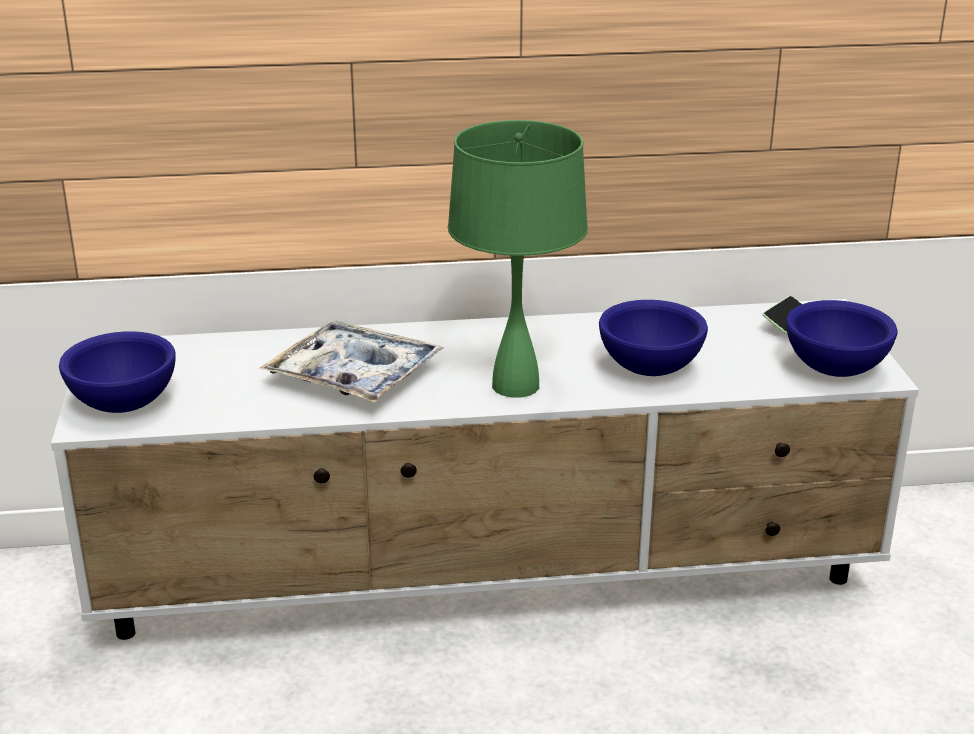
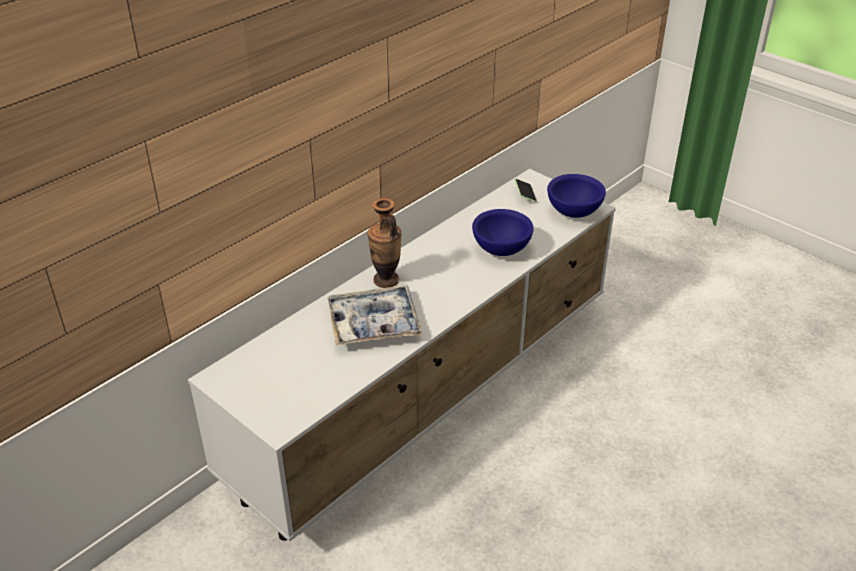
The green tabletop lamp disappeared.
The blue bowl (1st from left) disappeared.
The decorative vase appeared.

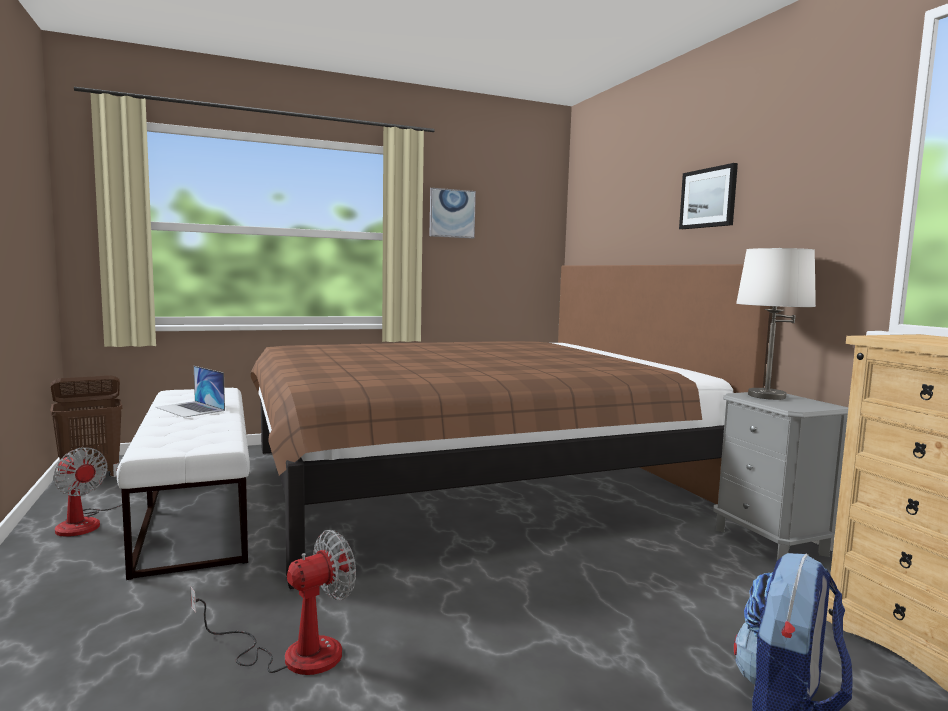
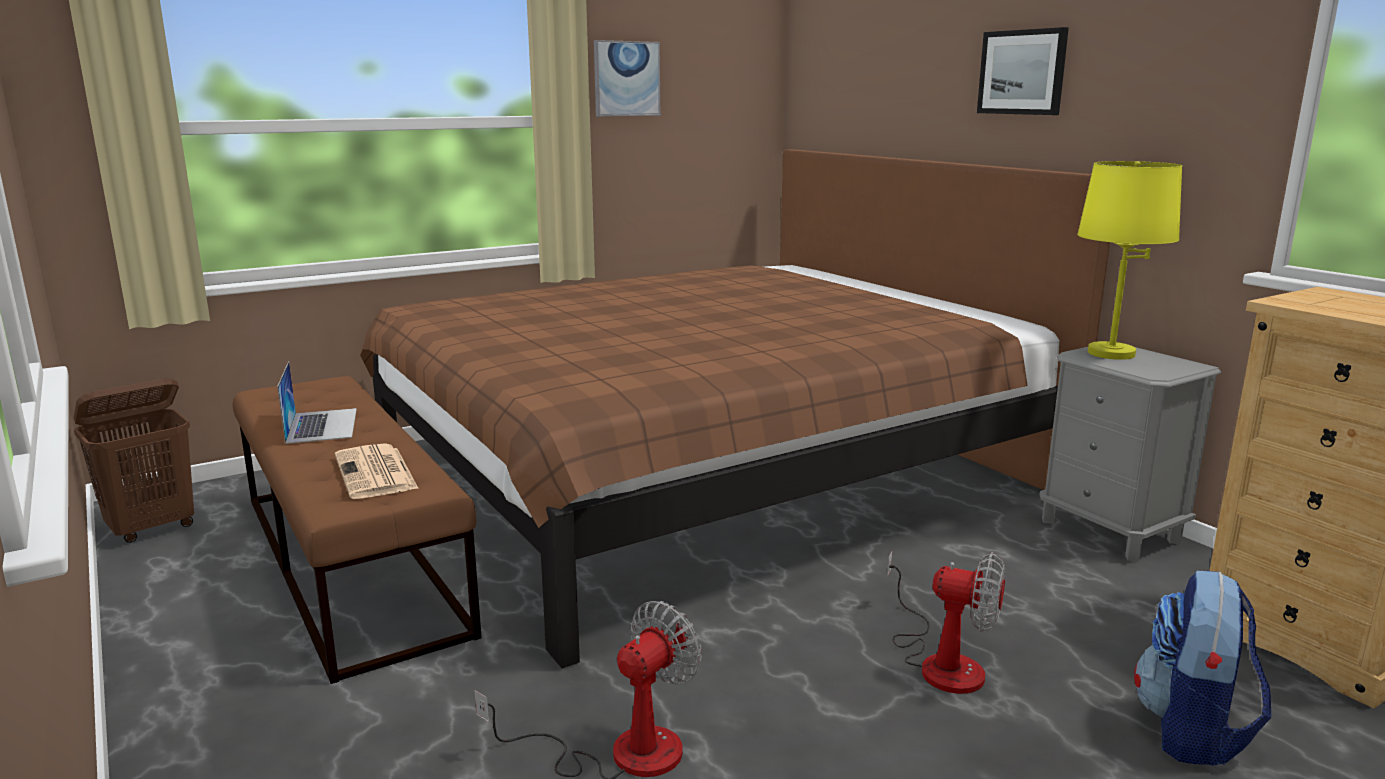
The white-coloured tabletop lamp became the yellow tabletop lamp.
The laptop turned 135 degrees counterclockwise.
The white-coloured indoor bench became the brownish indoor bench.
The cooling fan (1st from left in the first image) moved.
The daily paper appeared.

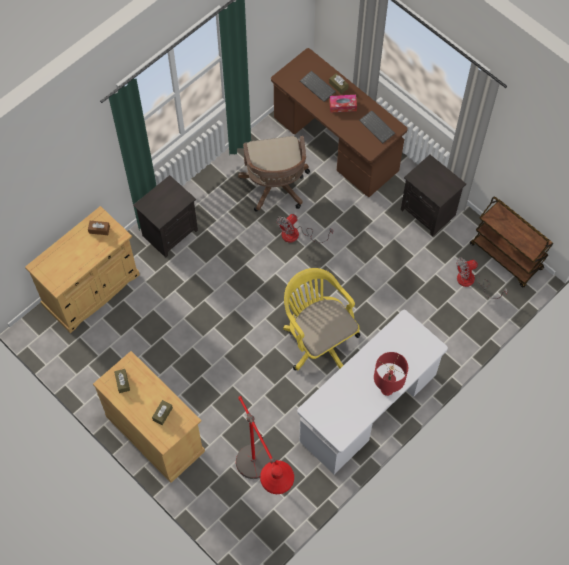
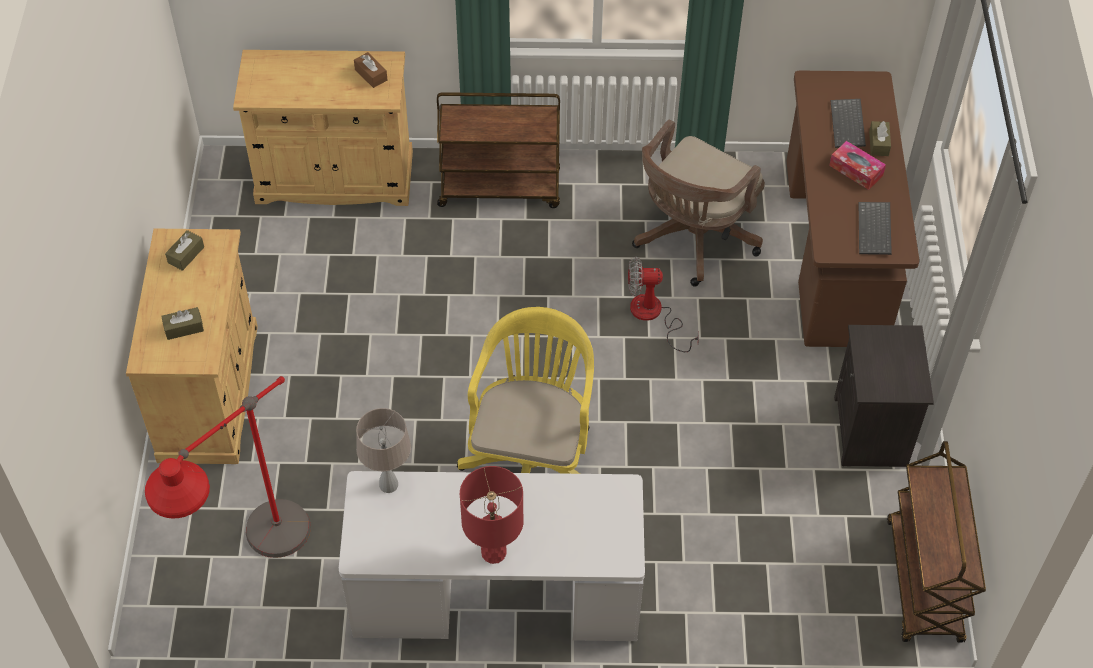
The black-coloured night table (1st from left) was replaced by the brownish trolley (1st from left).
The cooling fan (2nd from left) disappeared.
The beige-coloured tabletop lamp appeared.

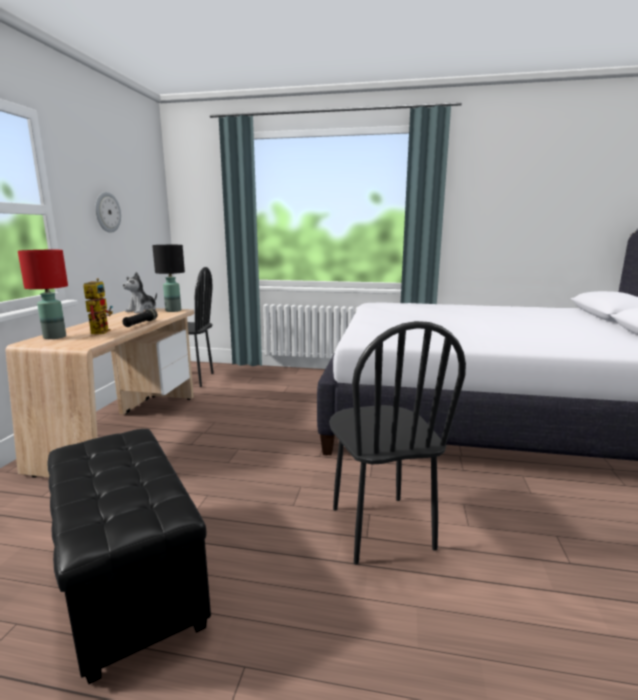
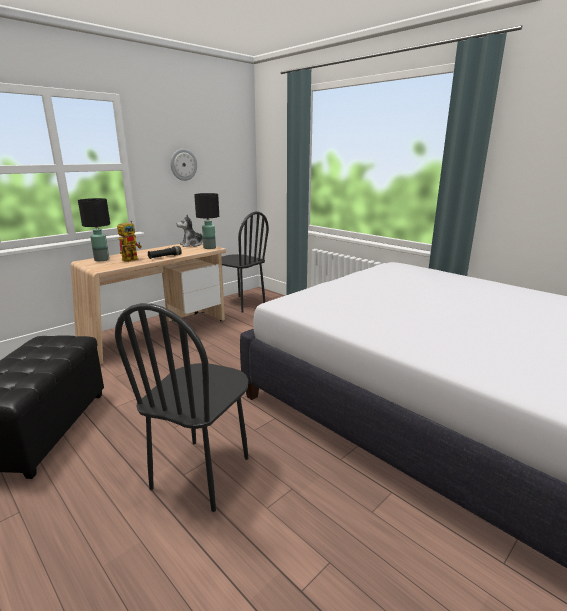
The red-coloured tabletop lamp became the black-coloured tabletop lamp (1st from left).

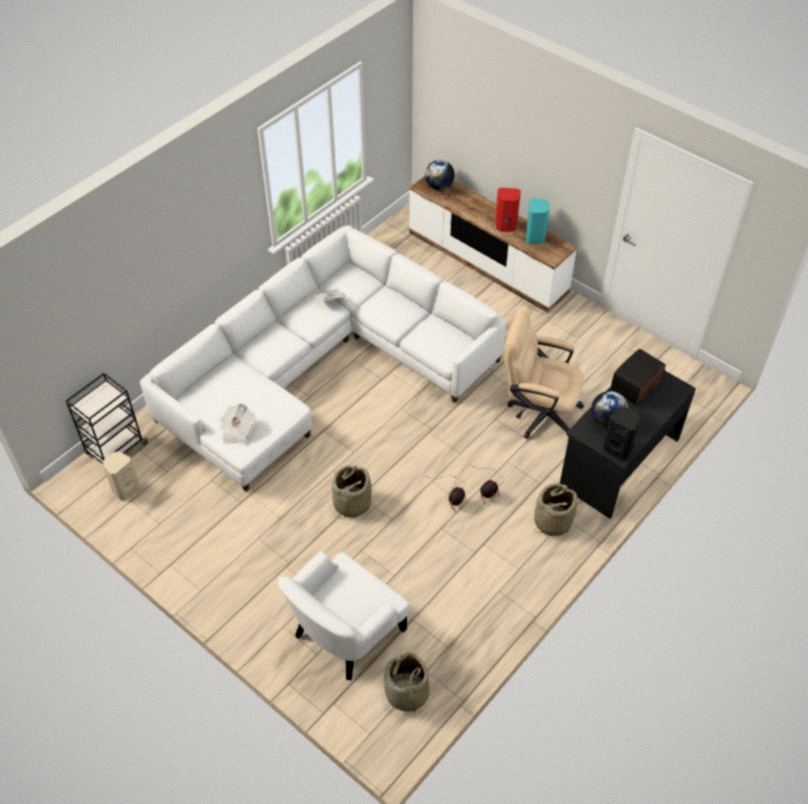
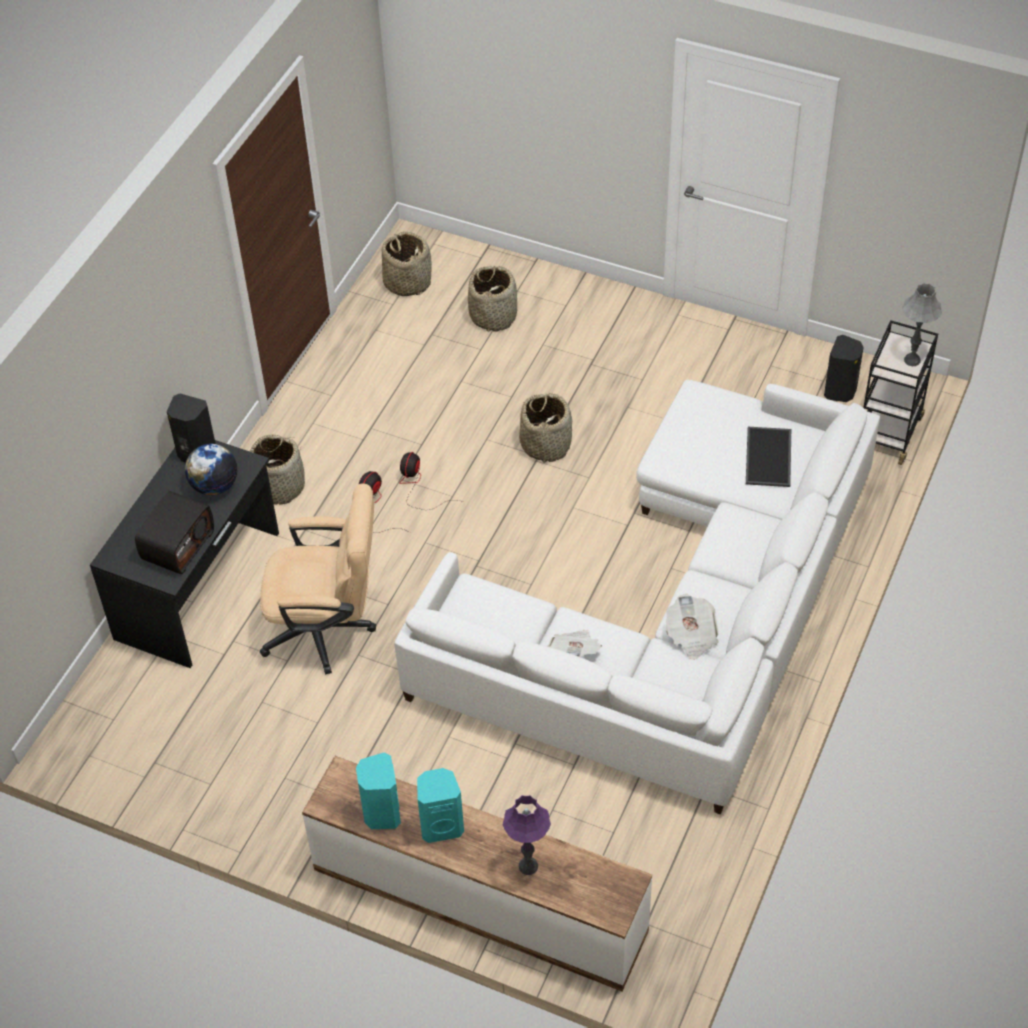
The world globe (1st from left) disappeared.
The red-coloured speaker became the blue-green speaker (2nd from left).
The daily paper (1st from left) moved.
The beige-coloured speaker became the black-coloured speaker (2nd from left).
The white-coloured armchair was replaced by the household basket (3rd from left).
The greyish tabletop lamp appeared.
The carrying tray appeared.
The purple-coloured tabletop lamp appeared.

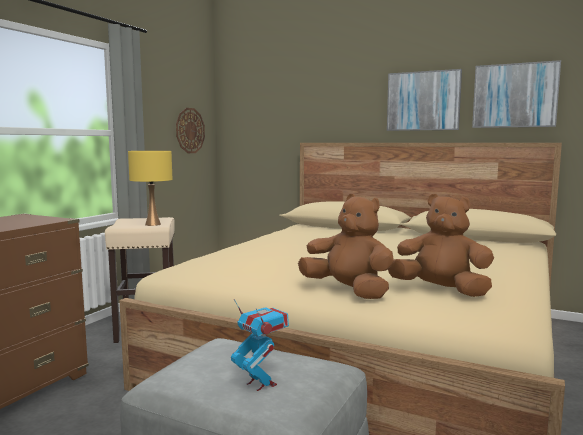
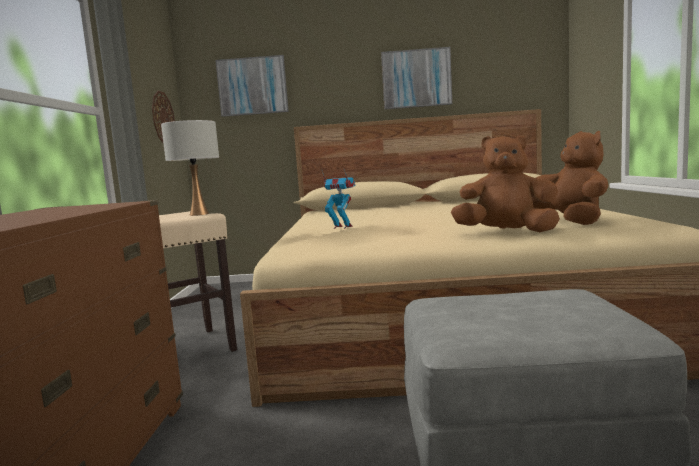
The wall picture (2nd from left in the first image) moved.
The yellow tabletop lamp became the white-coloured tabletop lamp.
The brownish soft toy (2nd from left) turned 75 degrees clockwise.
The model robot moved.

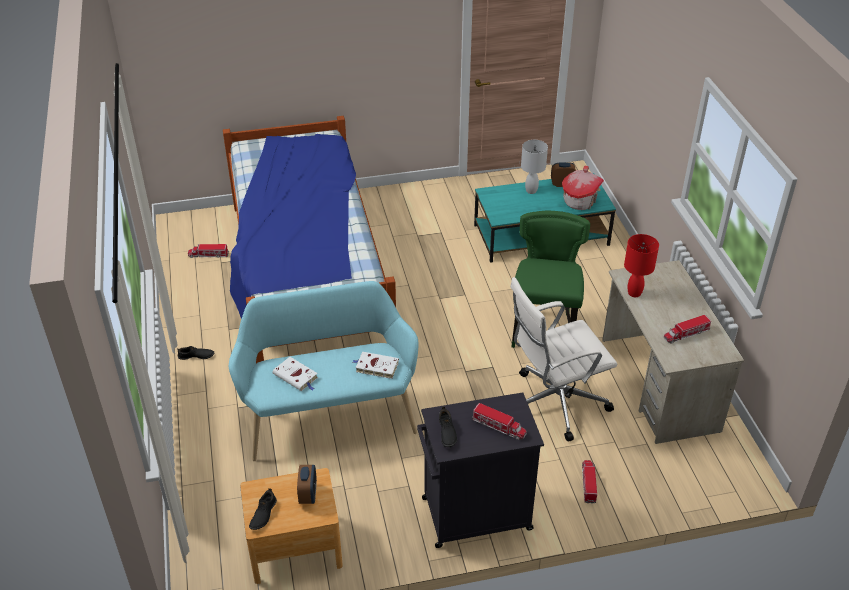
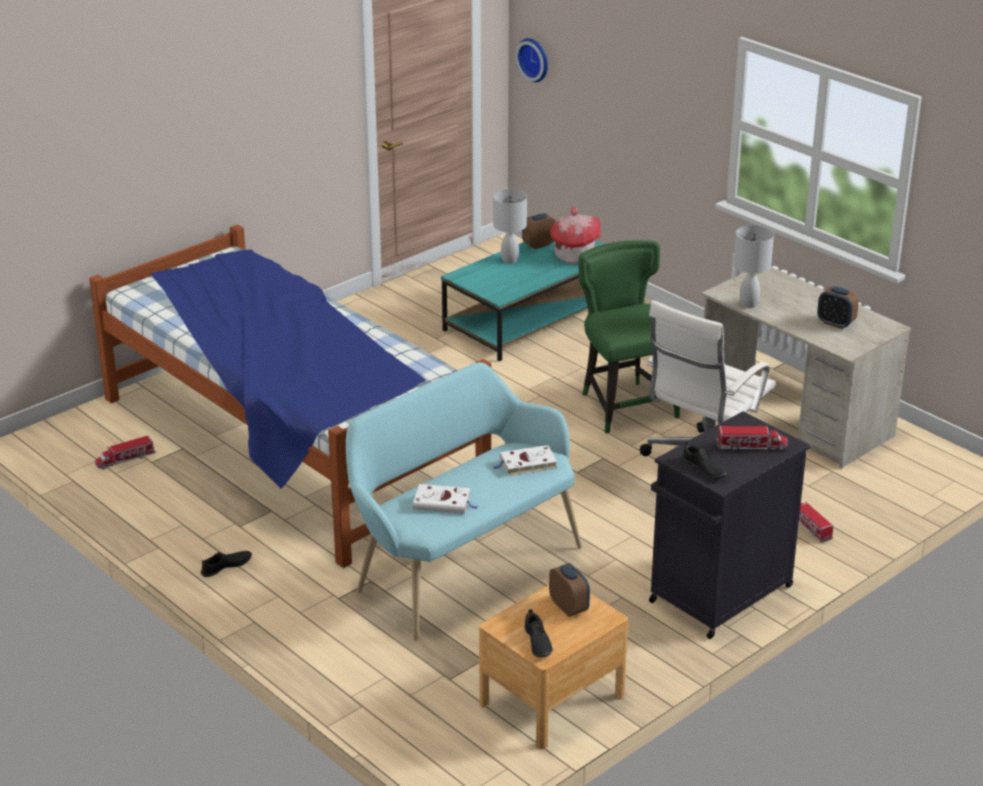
The red-coloured tabletop lamp became the white-coloured tabletop lamp (2nd from left).
The model truck (4th from left) was replaced by the bedside clock (3rd from left).
The clock on the wall appeared.

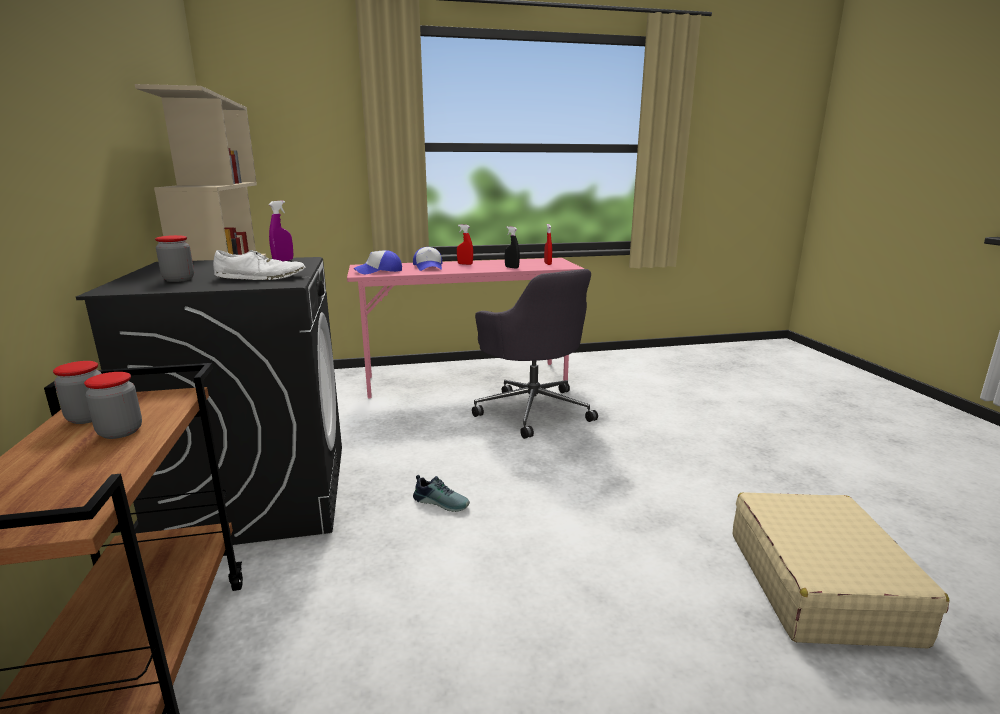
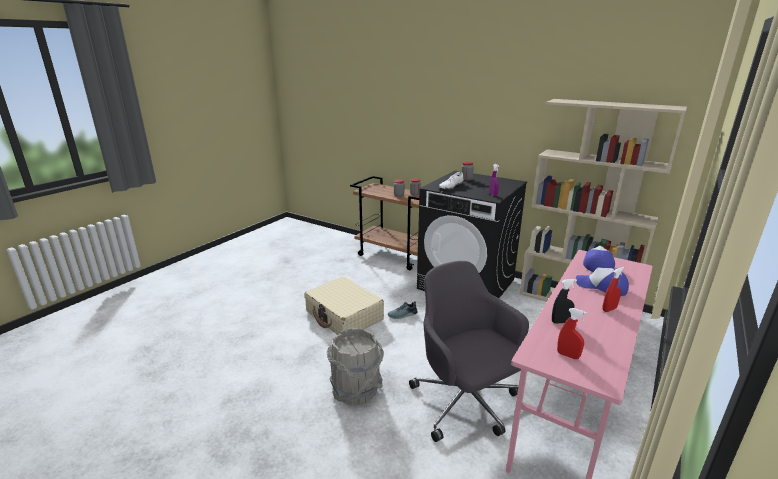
The greyish computer chair turned 45 degrees clockwise.
The beige-coloured suitcase moved.
The greyish bucket appeared.

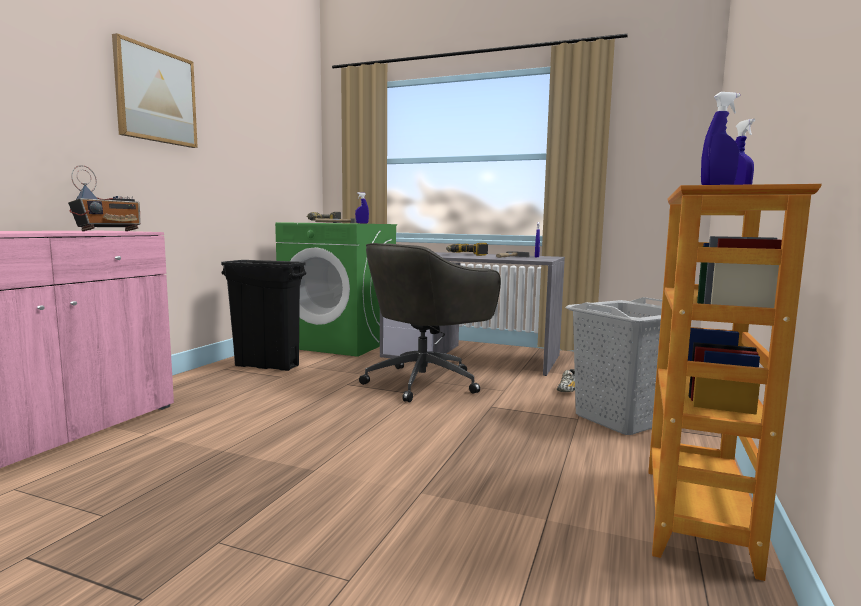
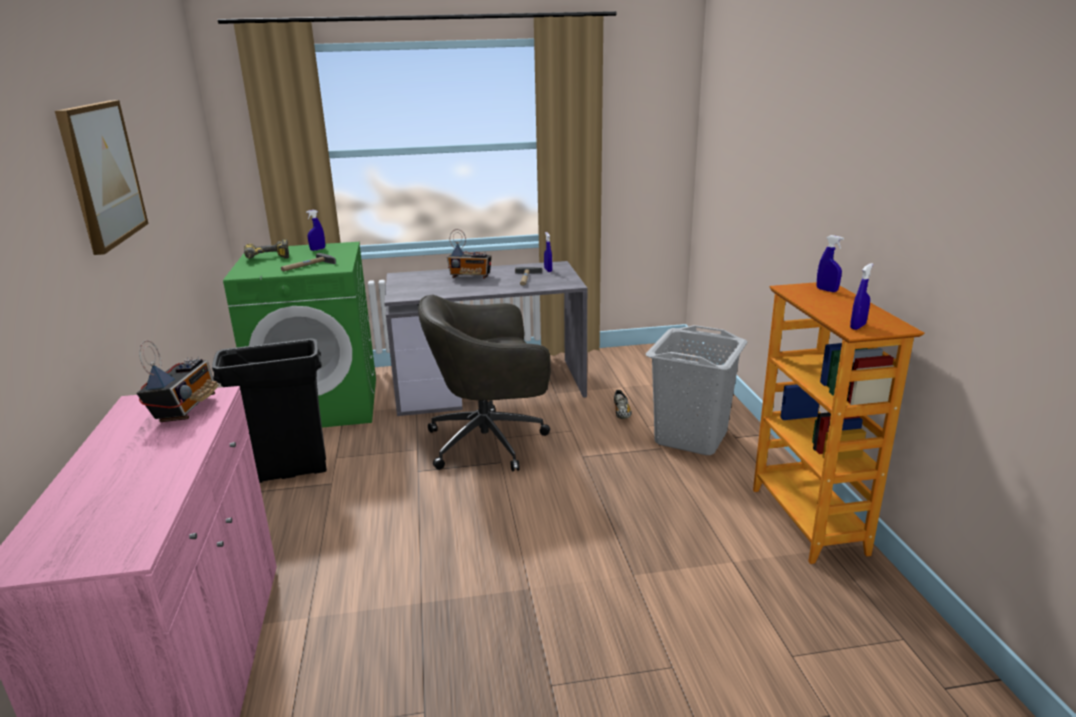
The greyish computer chair turned 60 degrees clockwise.
The electric drill (2nd from left) was replaced by the radio set (2nd from left).

